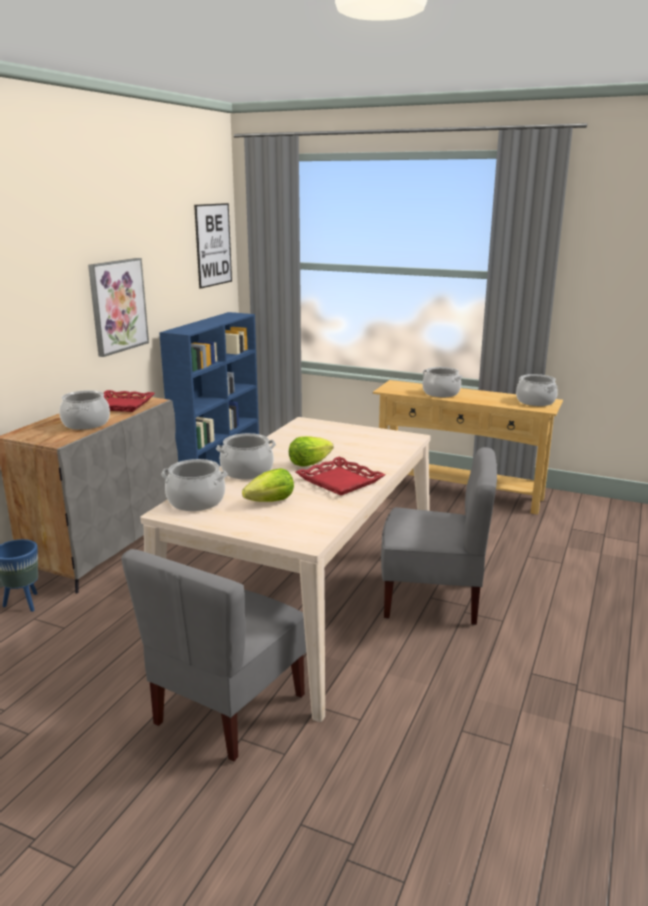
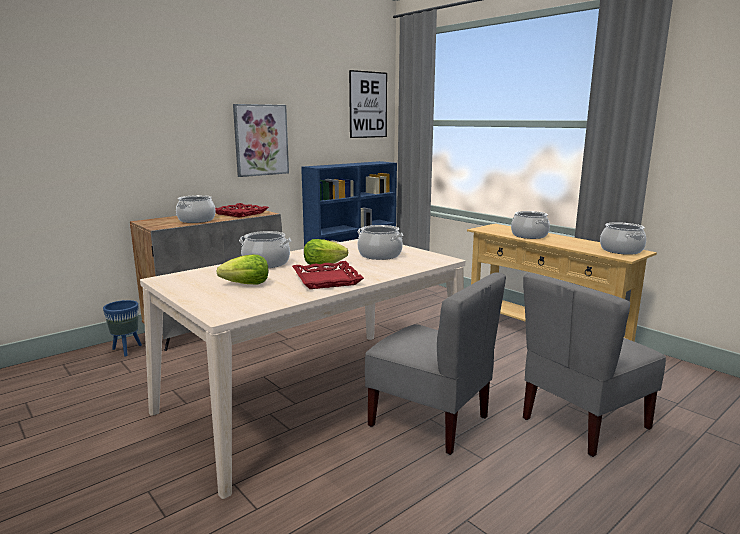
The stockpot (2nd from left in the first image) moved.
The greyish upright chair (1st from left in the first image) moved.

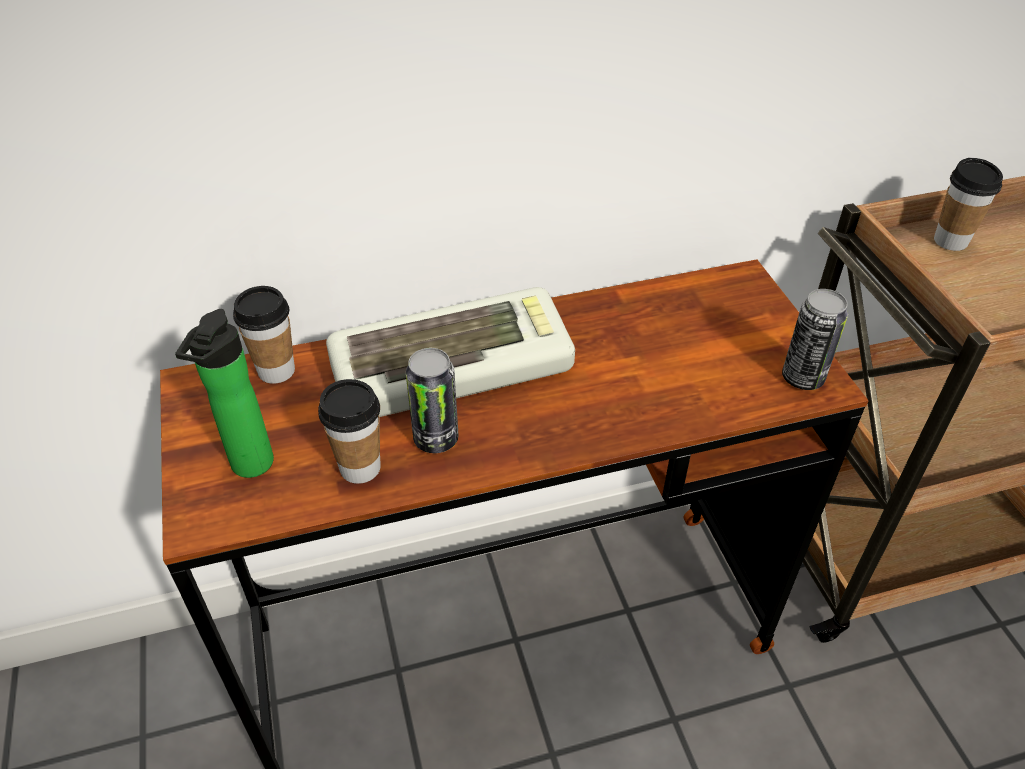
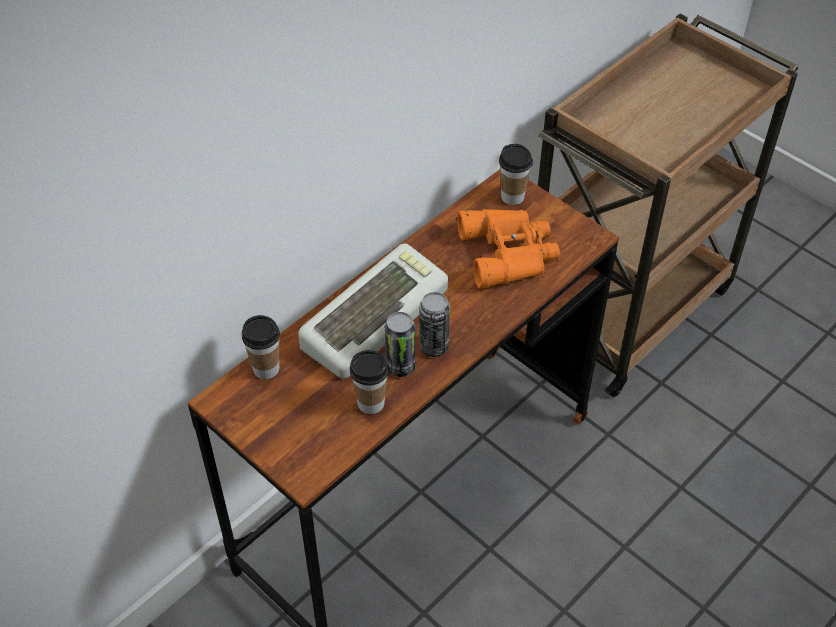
The drinking cup (3rd from left) moved.
The can (2nd from left) moved.
The bottle disappeared.
The orange binoculars appeared.

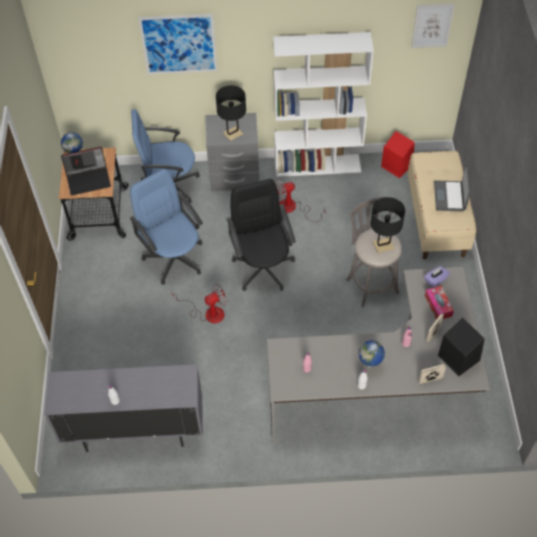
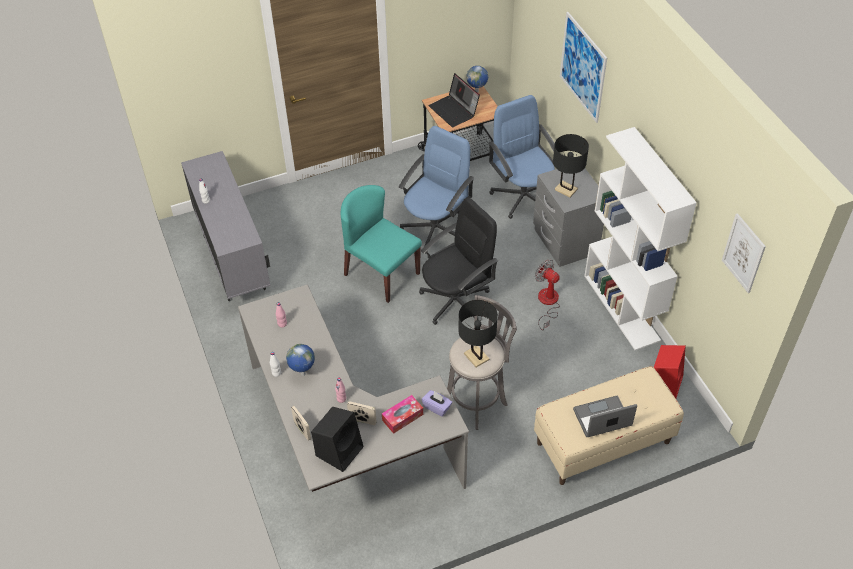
The cooling fan (1st from left) was replaced by the blue-green upright chair.

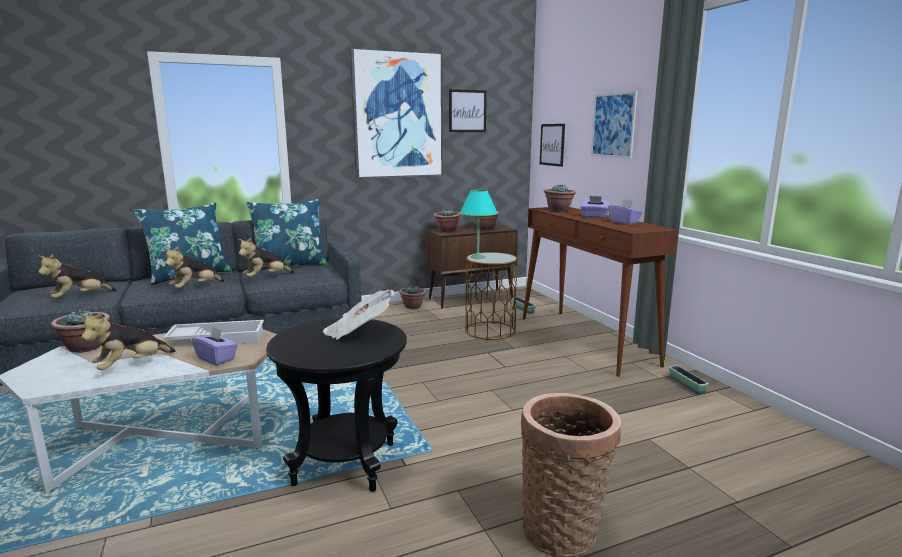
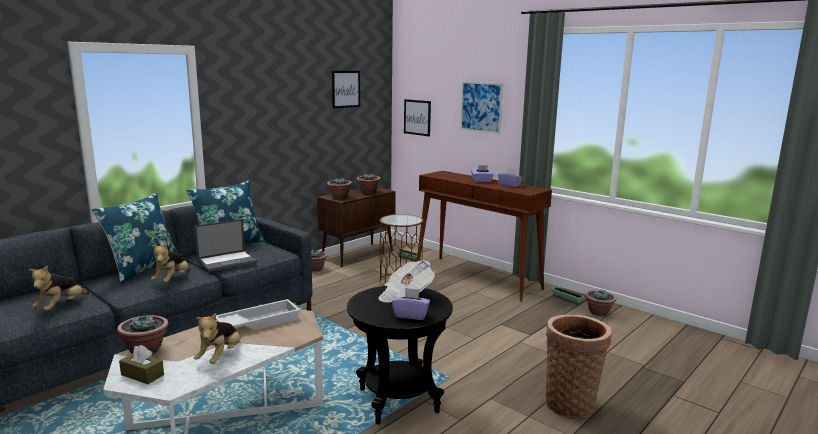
The wall picture (1st from left) disappeared.
The potted plant (5th from left) moved.
The blue-green tabletop lamp disappeared.
The soft toy (4th from left) was replaced by the laptop.
The purple-coloured tissue box (1st from left) moved.
The brownish tissue box appeared.

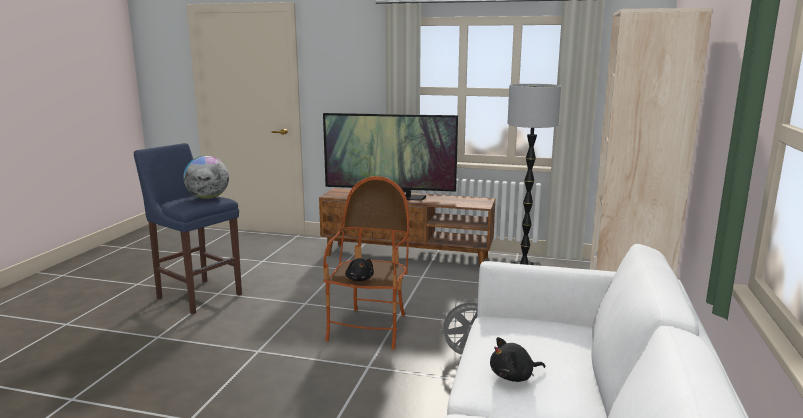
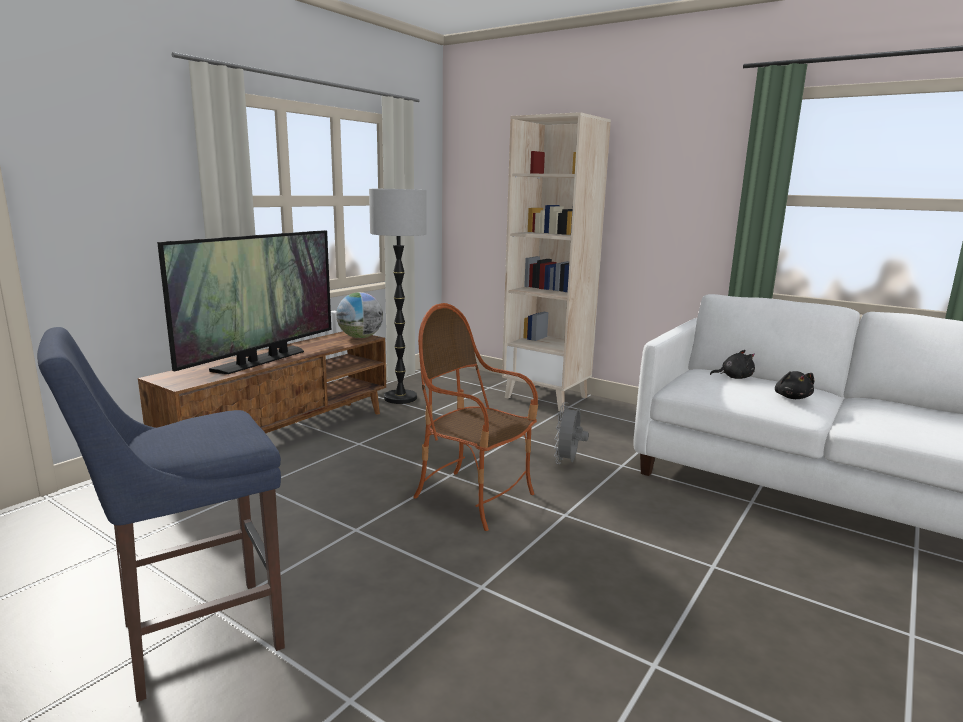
The world globe moved.
The black-coloured soft toy (1st from left) moved.

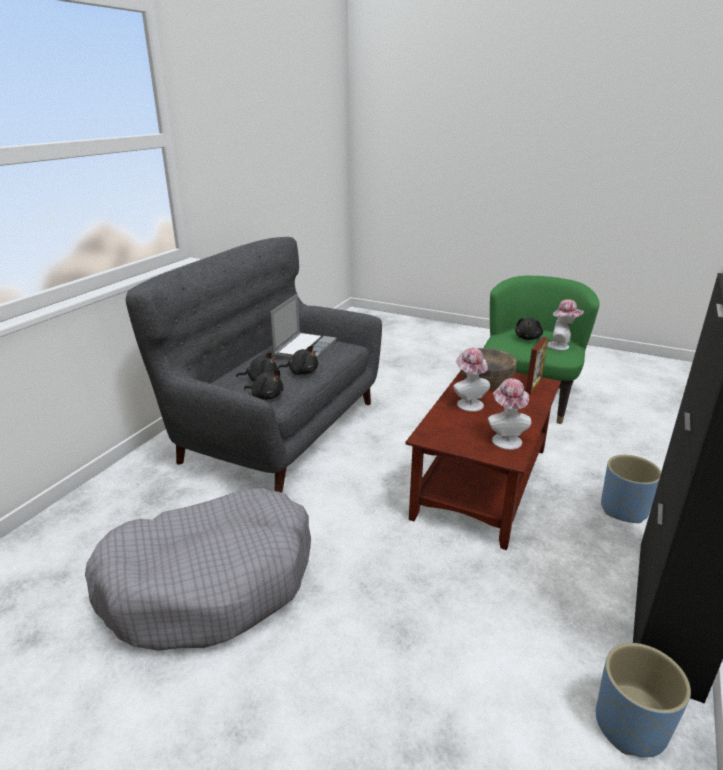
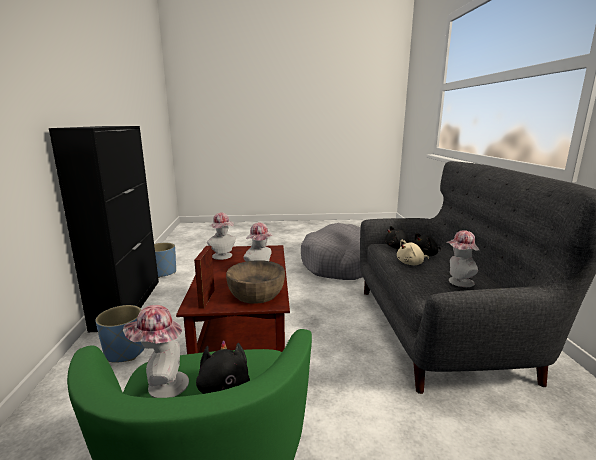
The laptop was replaced by the wearable hat (4th from left).
The black-coloured soft toy (3rd from left) became the beige-coloured soft toy.

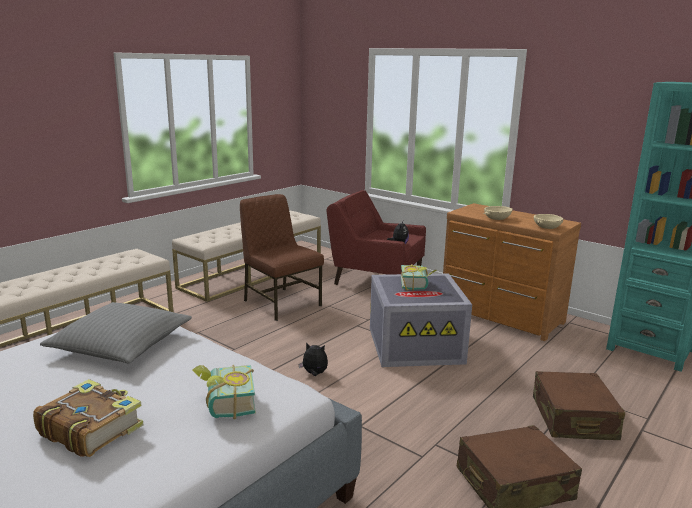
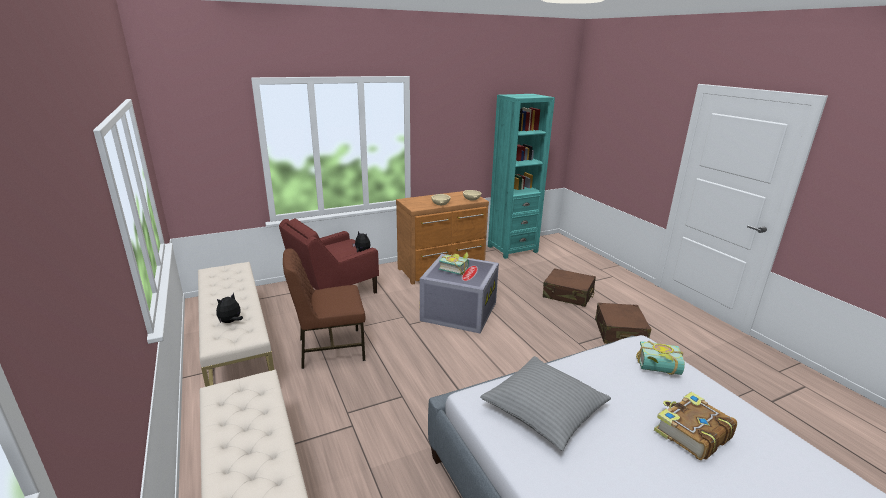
The soft toy (1st from left) moved.

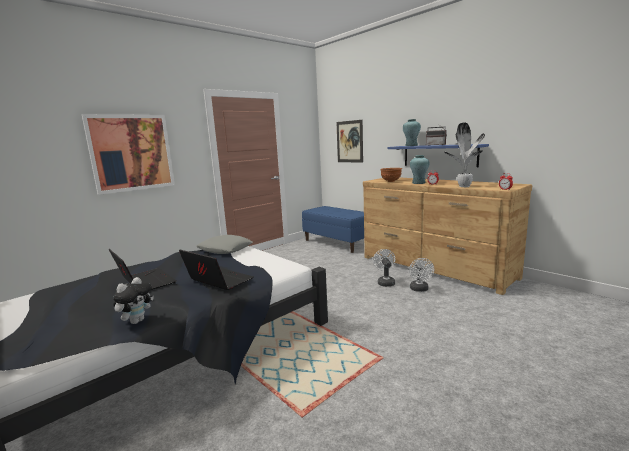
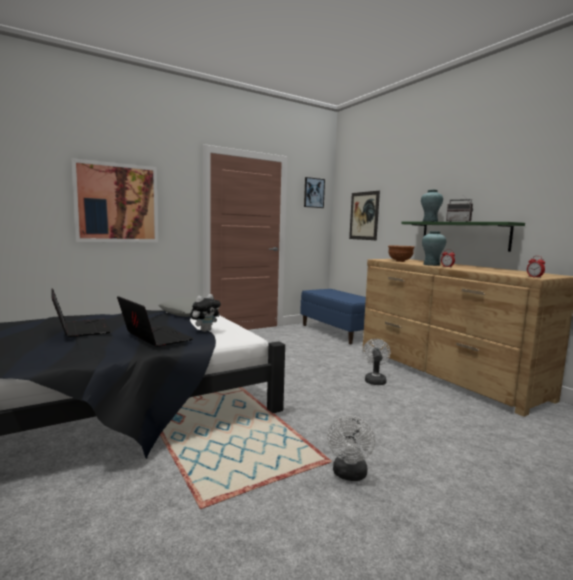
The potted plant disappeared.
The blue bracket shelf became the green bracket shelf.
The white-coloured cooling fan (2nd from left in the first image) moved.
The soft toy moved.
The wall picture (2nd from left) appeared.

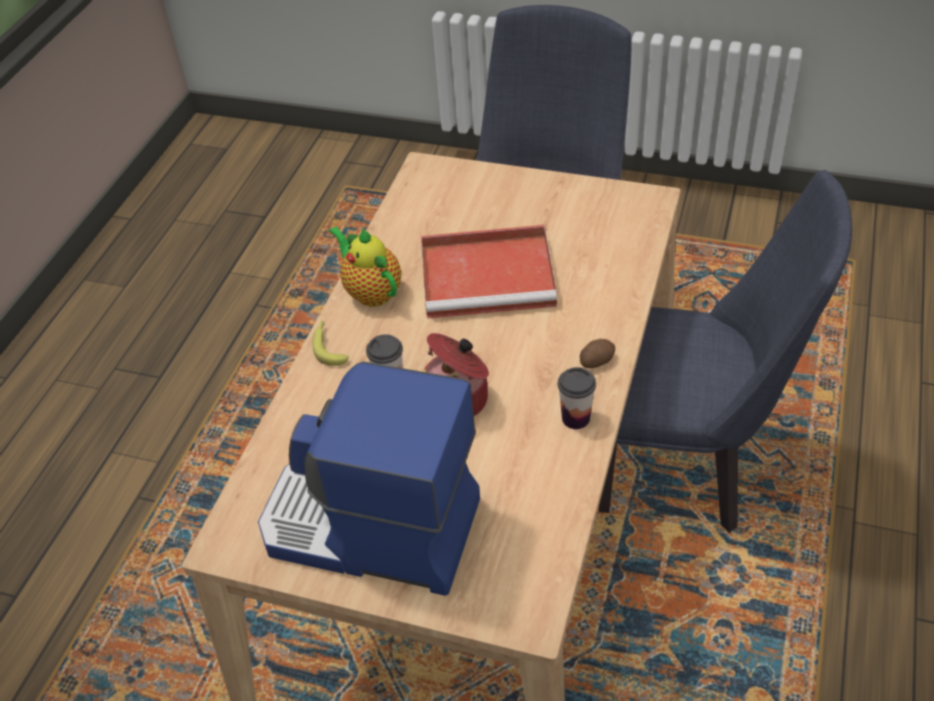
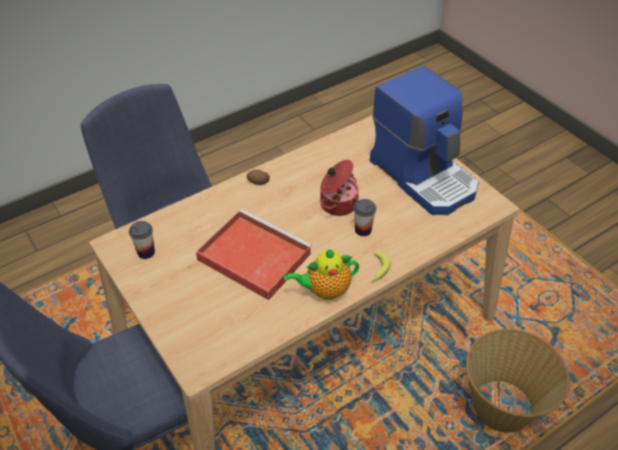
The tea pot turned 75 degrees clockwise.
The drinking cup (2nd from left in the first image) moved.
The household basket appeared.

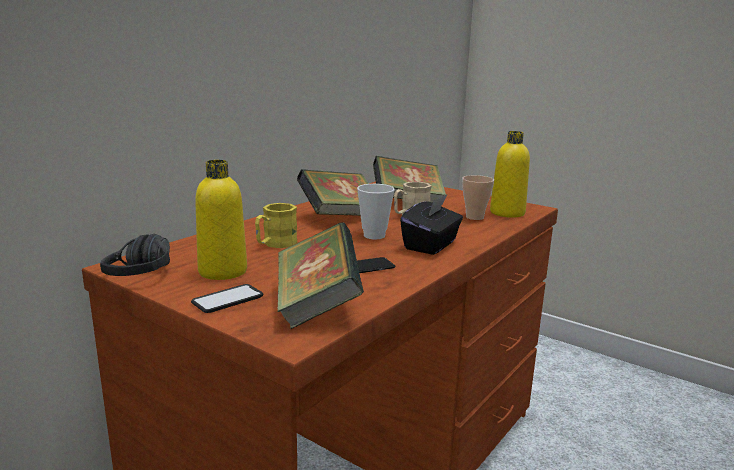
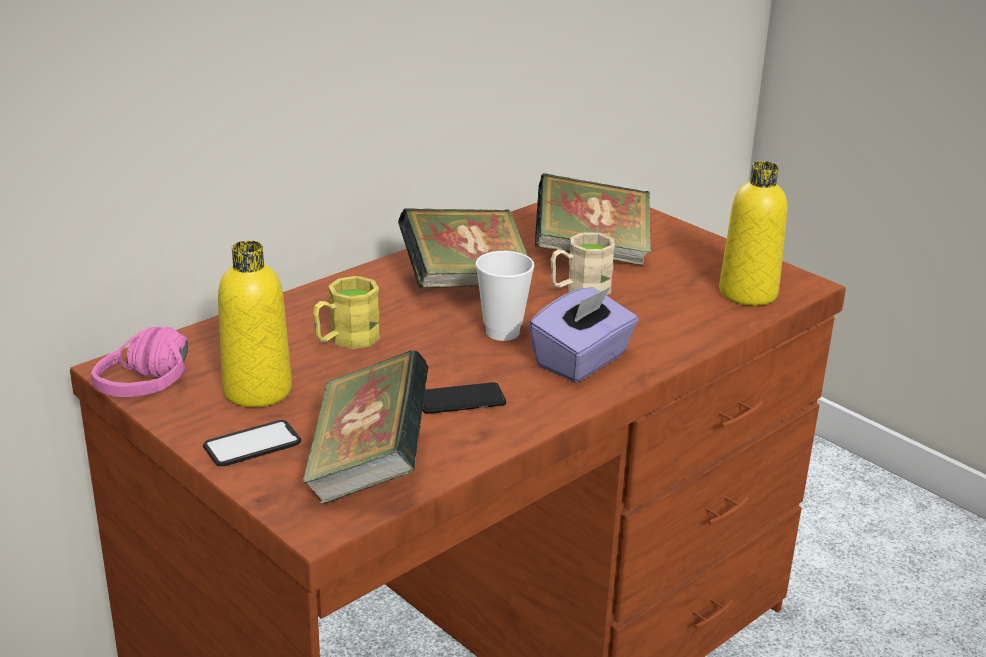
The drinking cup (2nd from left) disappeared.
The black-coloured tissue box became the purple-coloured tissue box.
The black-coloured headset became the pinkish headset.

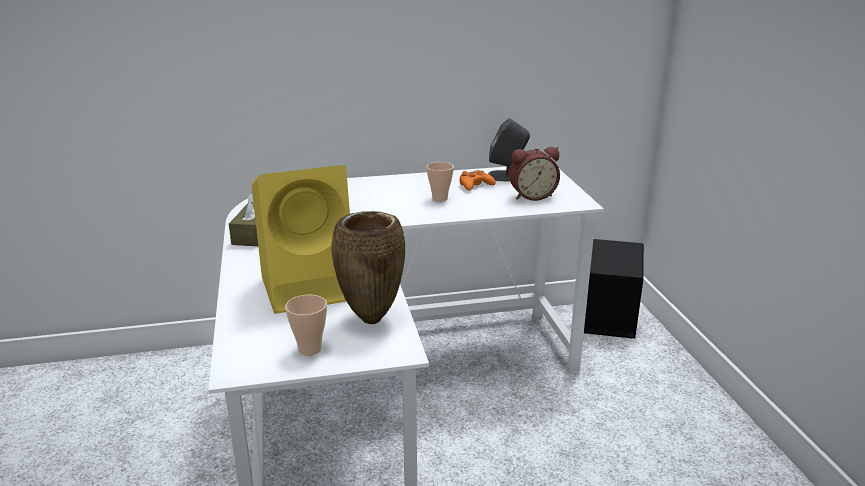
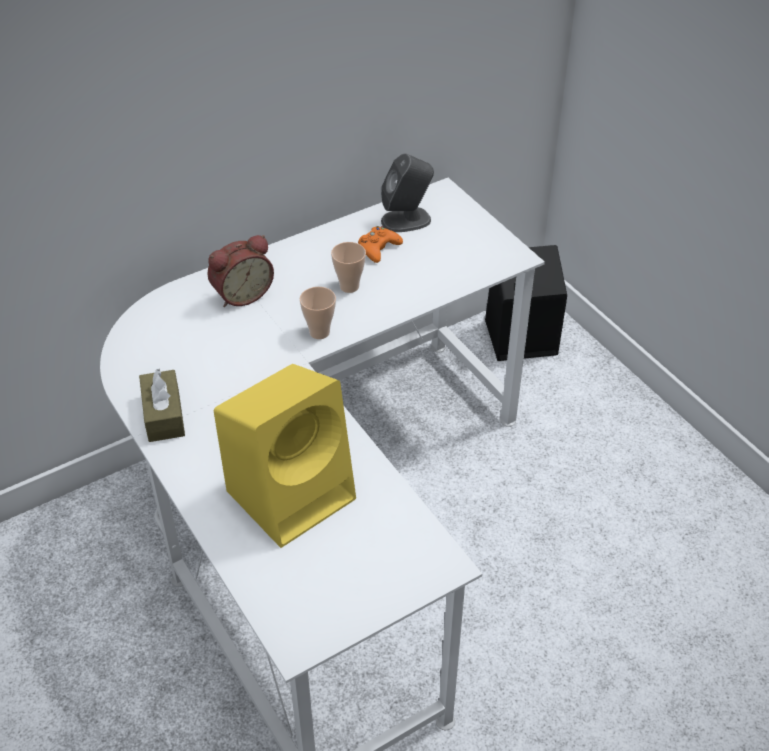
The bedside clock moved.
The brownish decorative vase disappeared.
The drinking cup (1st from left) moved.

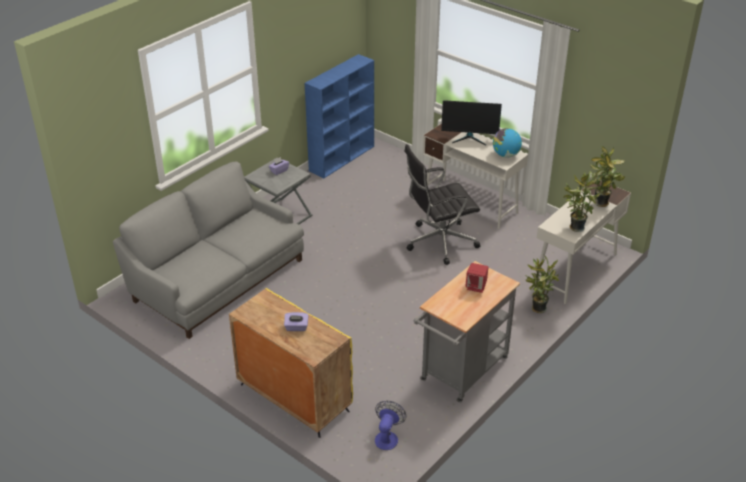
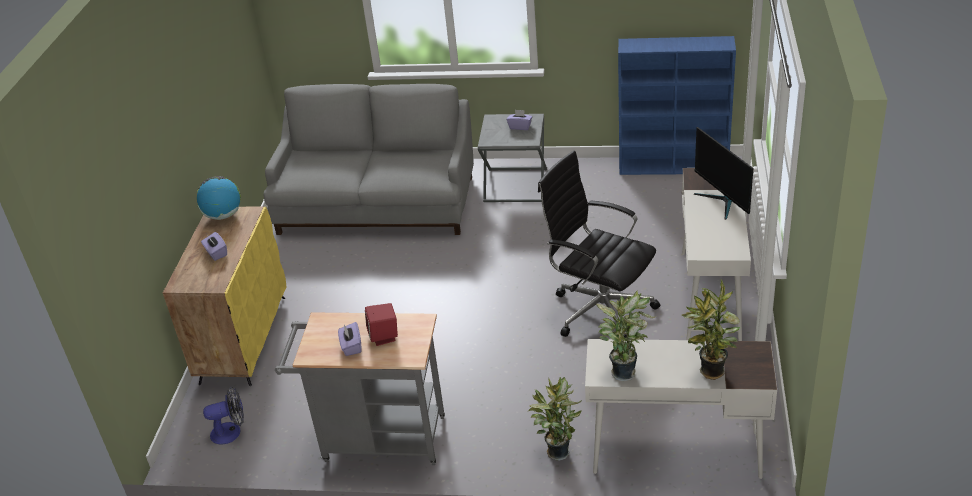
The world globe moved.
The purple-coloured tissue box (2nd from left) appeared.

